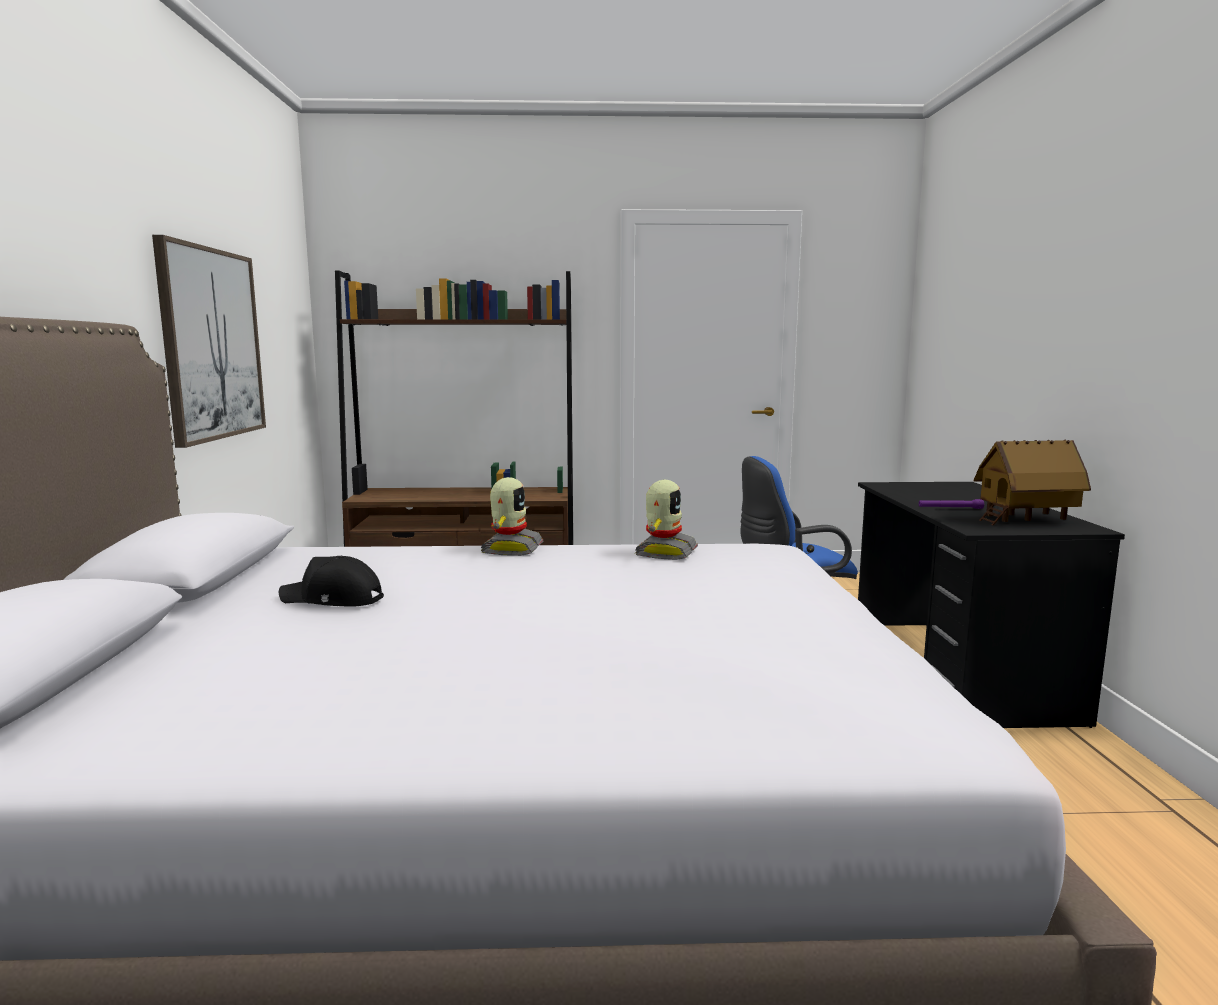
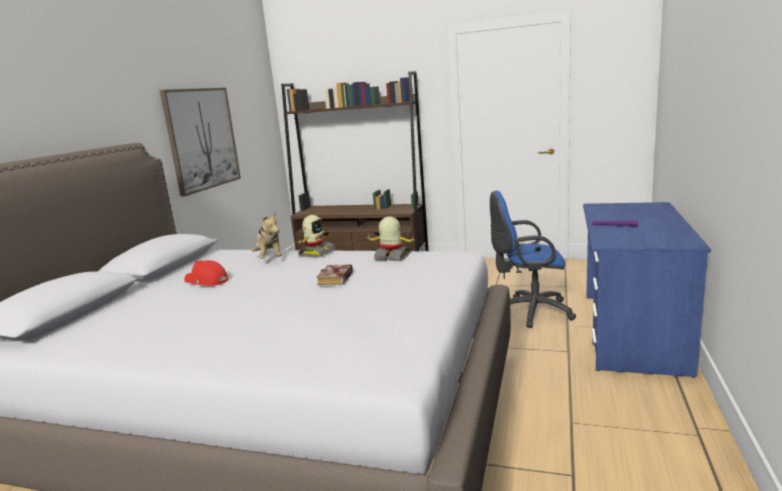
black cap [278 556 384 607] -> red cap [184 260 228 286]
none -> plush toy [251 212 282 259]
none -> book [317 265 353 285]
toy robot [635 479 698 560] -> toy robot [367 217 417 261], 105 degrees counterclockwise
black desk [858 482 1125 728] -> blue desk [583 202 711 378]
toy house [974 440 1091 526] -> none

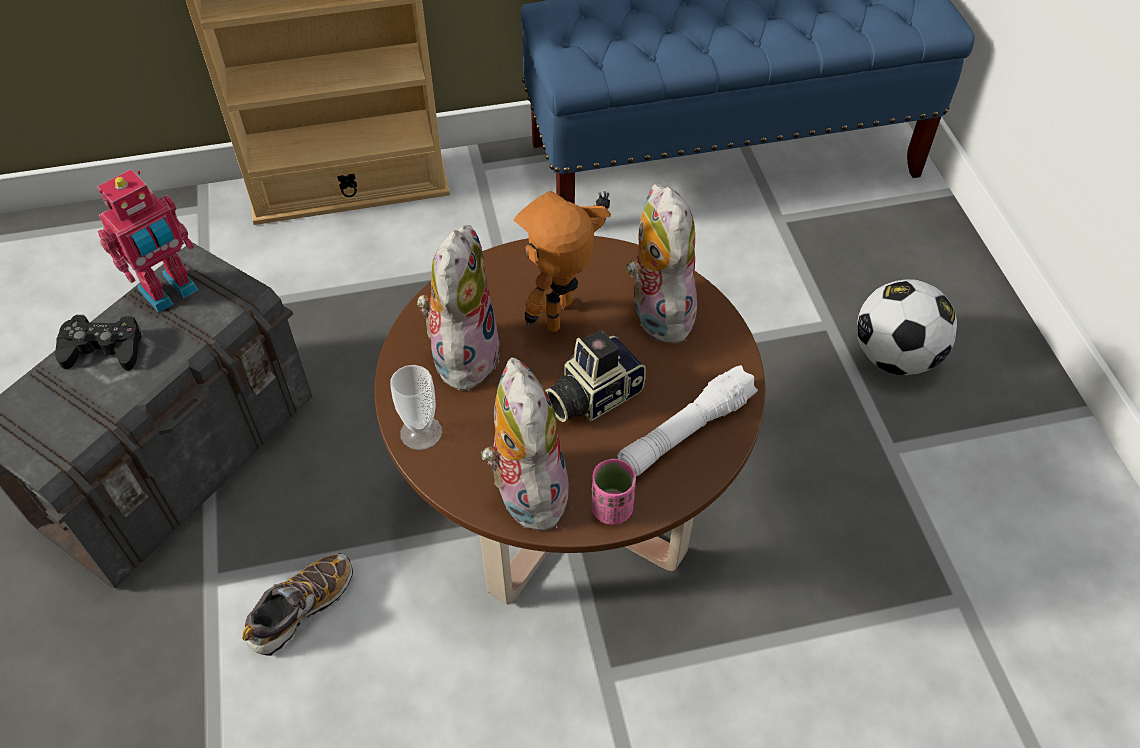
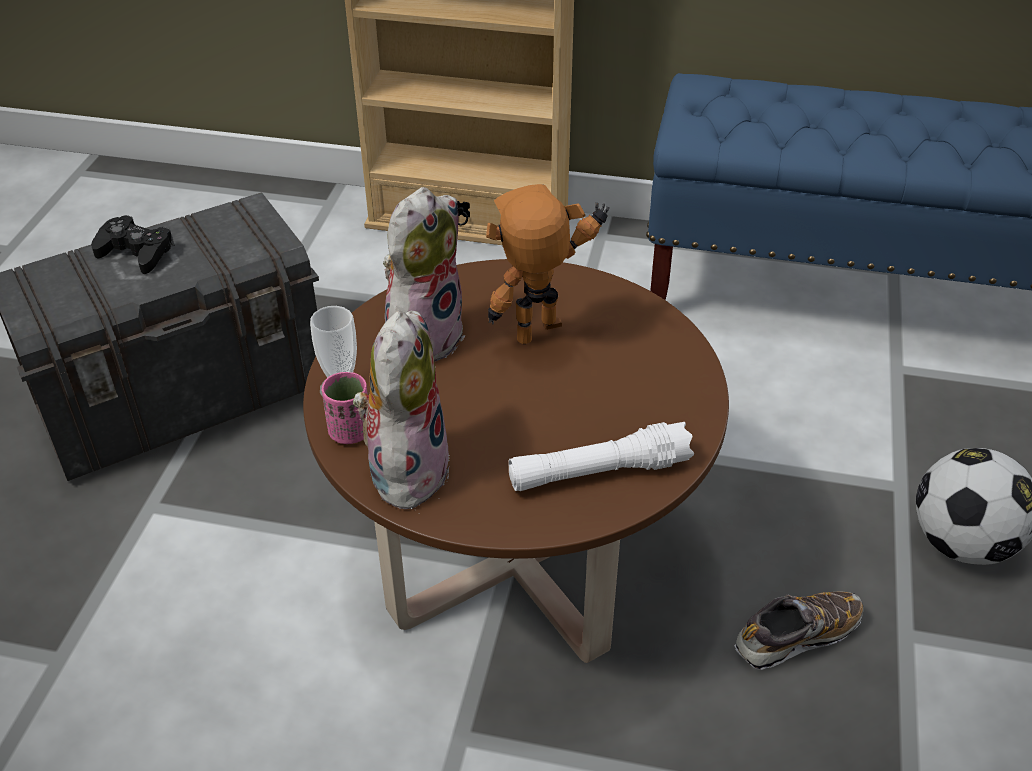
pink cup [591 459 636 525] -> pink cup [321 372 368 444], relocated
shoe [242 553 354 656] -> shoe [734 592 864 670], relocated
toy robot [97 169 198 313] -> none
photo camera [545 330 646 422] -> none
plush toy [626 184 697 344] -> none

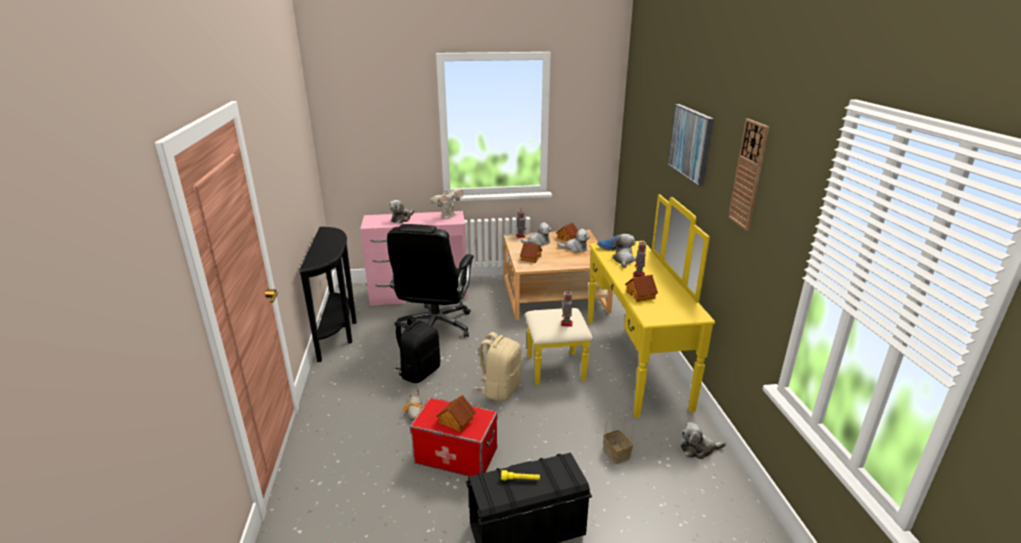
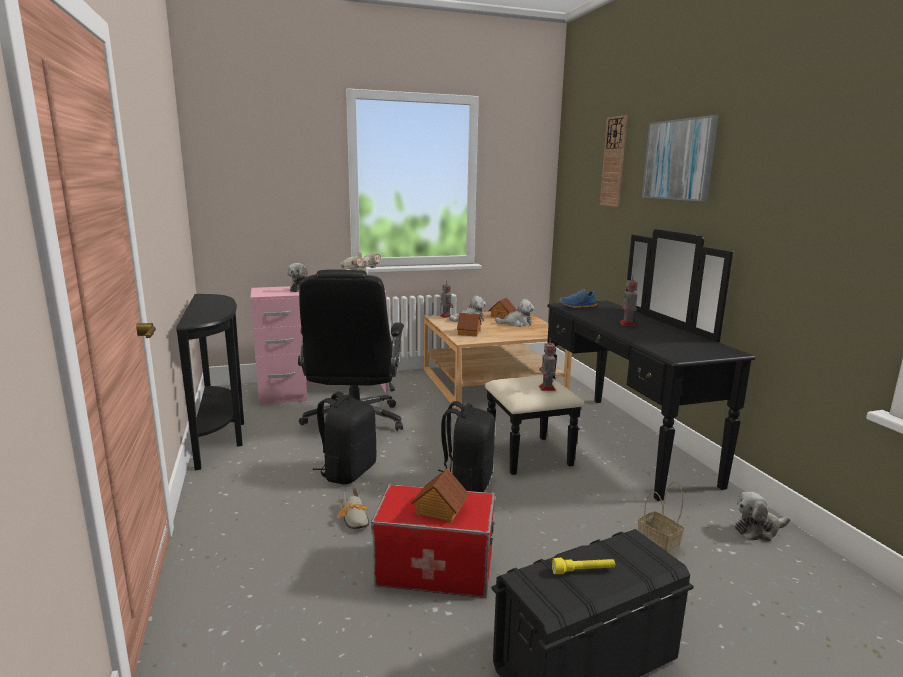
beige backpack [474 332 521 401] -> black backpack [438 401 495 492]
yellow dresser [525 194 715 418] -> black dresser [484 229 755 501]
wall clock [728 119 769 231] -> wall clock [600 115 627 207], relocated
plush toy [612 234 636 268] -> none
toy house [625 275 658 302] -> none

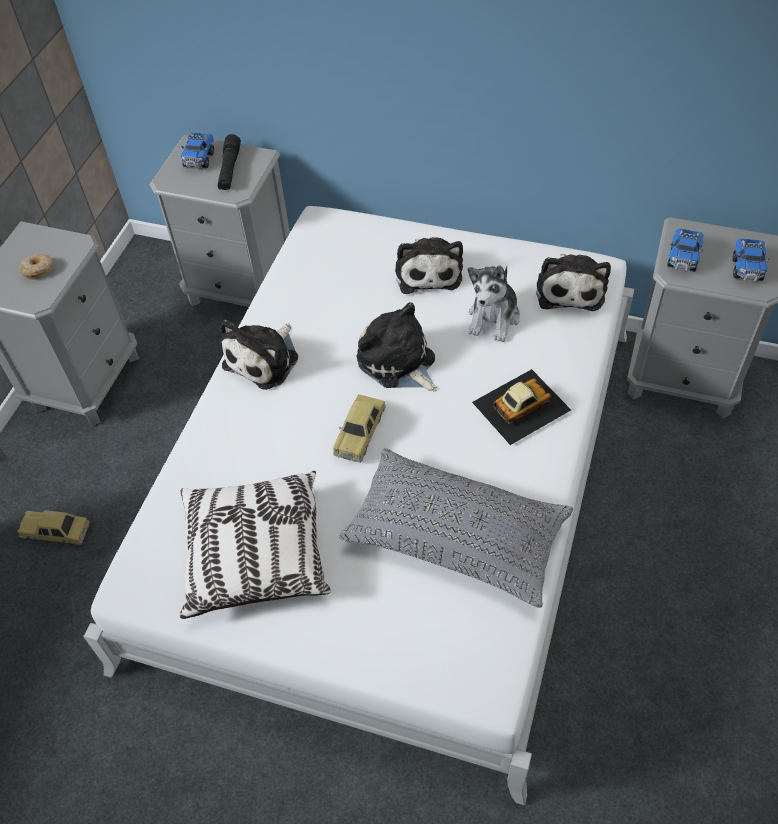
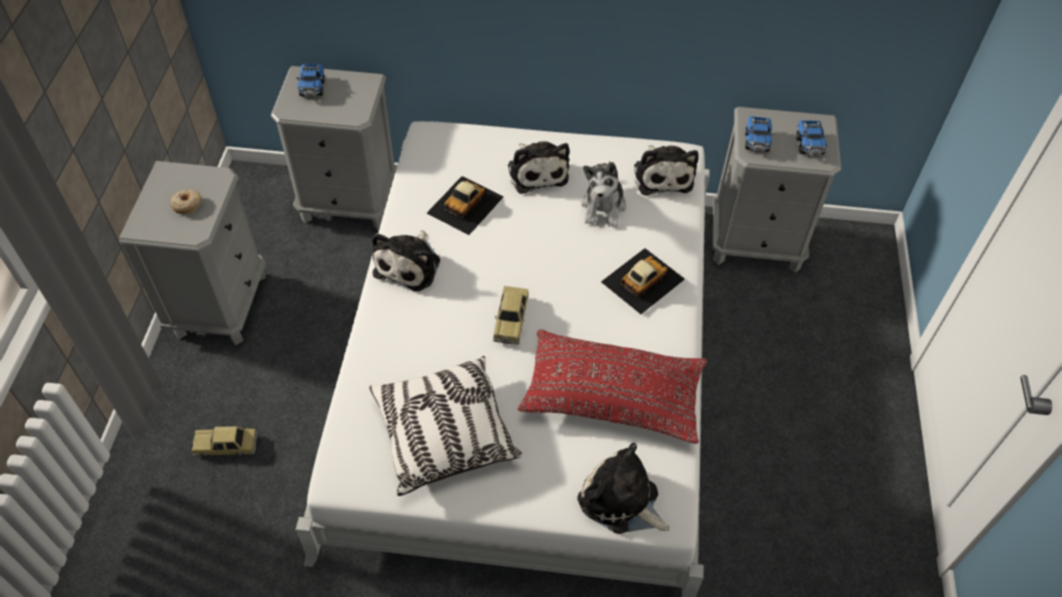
none -> toy car [427 176 504 235]
grey pillow [339 448 573 608] -> red pillow [518 329 707 444]
plush toy [356 302 438 391] -> plush toy [577 443 670 534], relocated
black flashlight [218 134 241 190] -> none

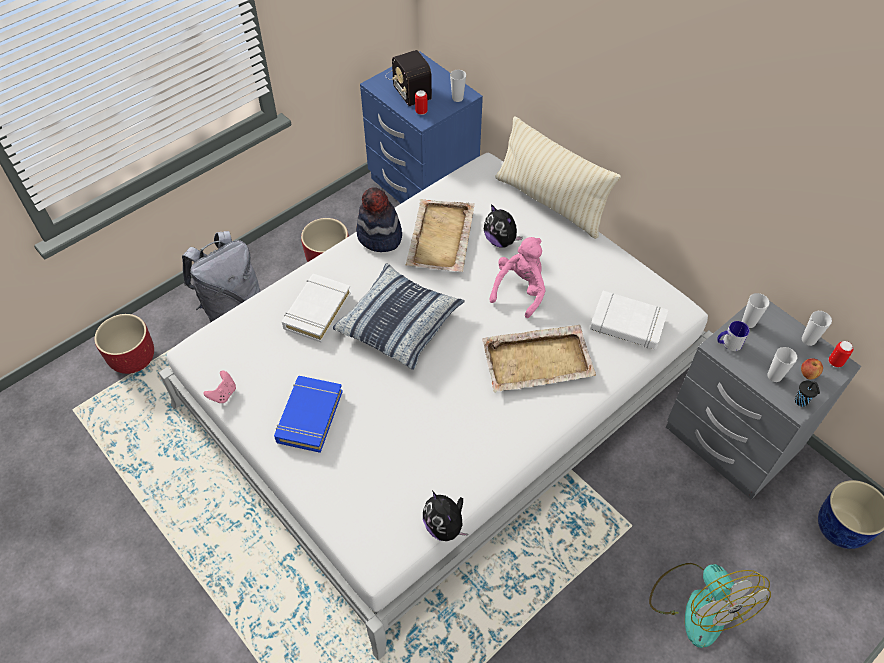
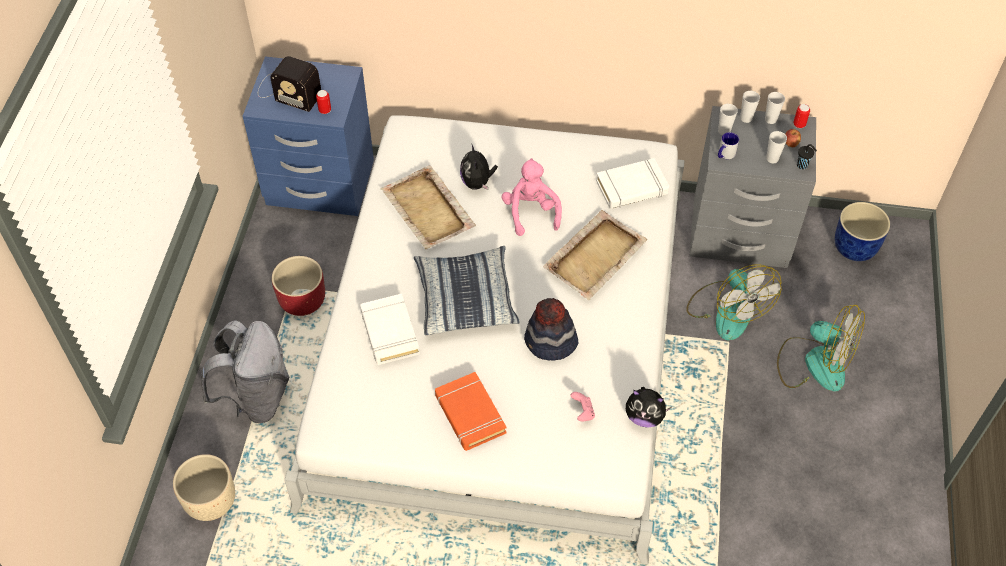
red planter [95 314 154 374] -> beige planter [173 454 235 521]
blue book [274 376 343 453] -> orange book [435 372 506 451]
plush toy [484 204 523 248] -> plush toy [460 143 498 190], 75 degrees clockwise
hat [356 187 402 252] -> hat [524 298 579 361], relocated
pink game controller [203 371 236 403] -> pink game controller [571 392 595 421], relocated
none -> fan [686 264 782 340]
cup [450 70 466 102] -> cup [740 91 760 123], relocated
beige pillow [495 116 621 239] -> none

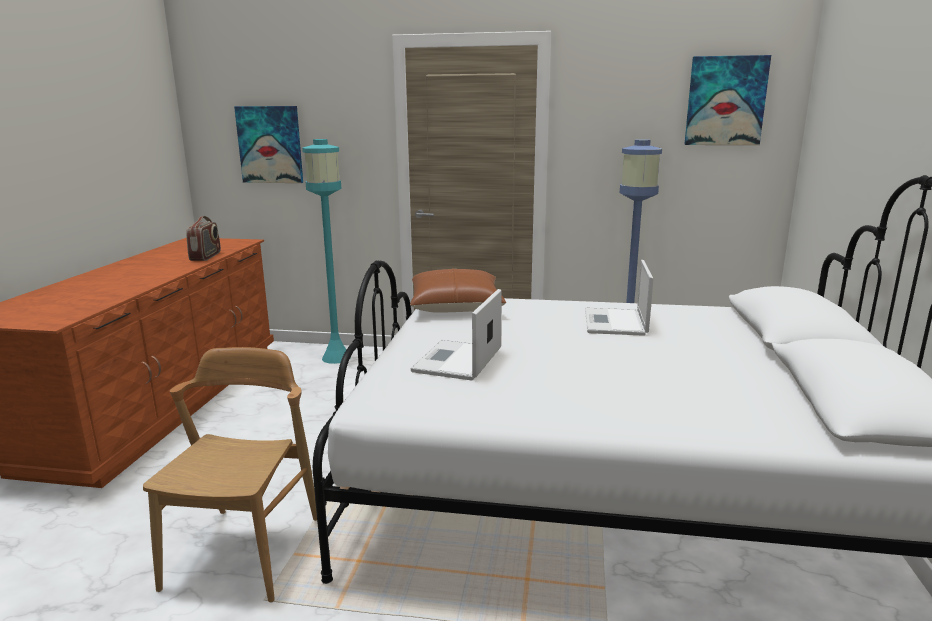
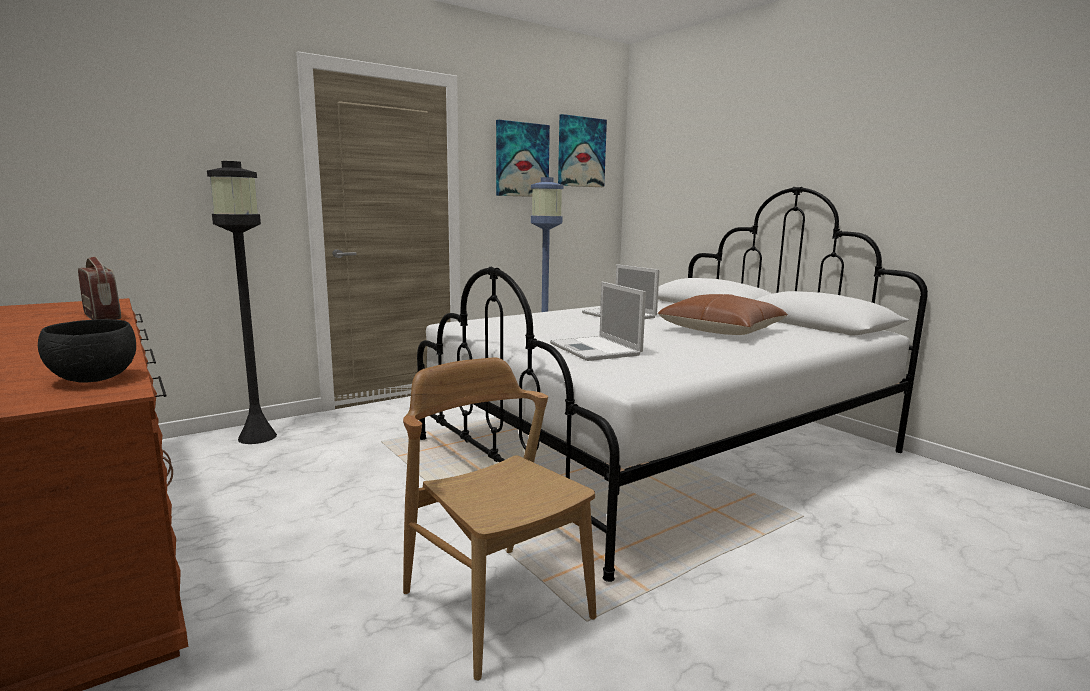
none -> black bowl [38 319 136 383]
turquoise floor lamp [302 139 351 364] -> black floor lamp [207 161 277 444]
picture [234 106 303 183] -> picture [496 120 550 197], relocated
brown pillow [410 268 506 313] -> brown pillow [658 294 788 335], relocated

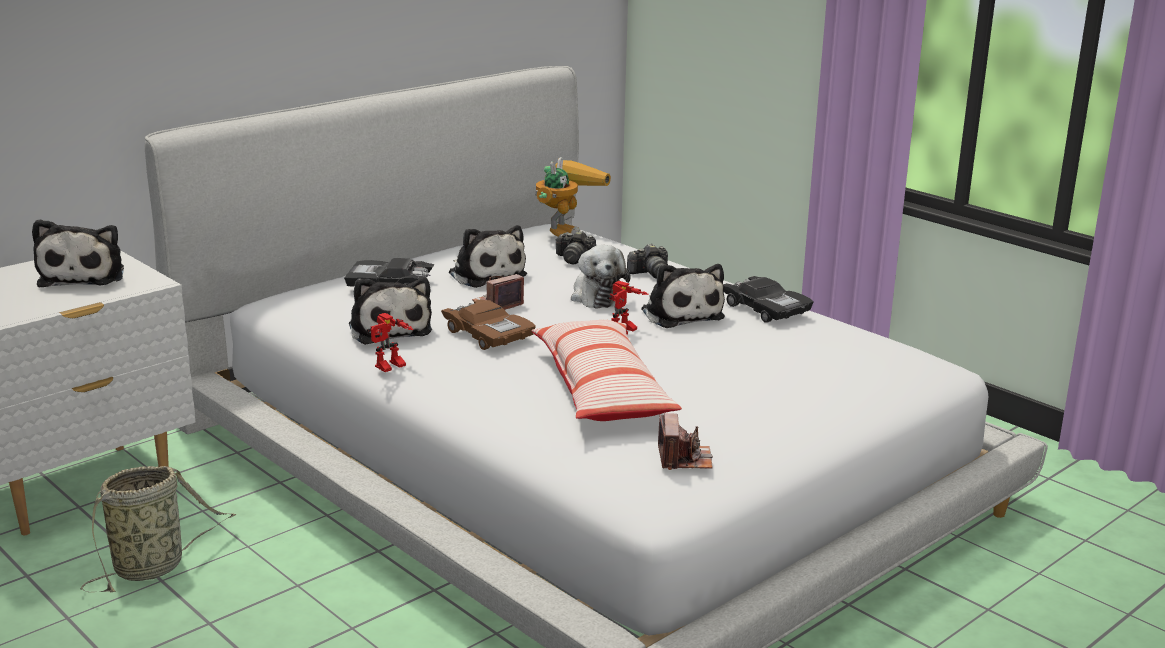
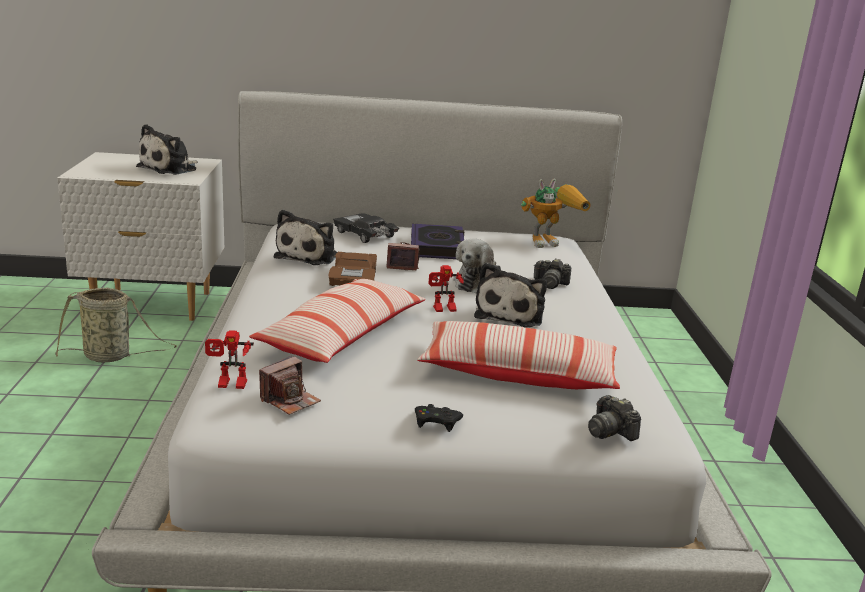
toy robot [367 313 413 372] -> toy robot [205 330 254 389], relocated
plush toy [449 225 527 288] -> book [411 224 464 259]
none -> black game controller [415 404 463 432]
none -> pillow [417 321 620 389]
photo camera [556 230 596 264] -> photo camera [588 395 641 441], relocated
black toy car [723 276 814 323] -> none

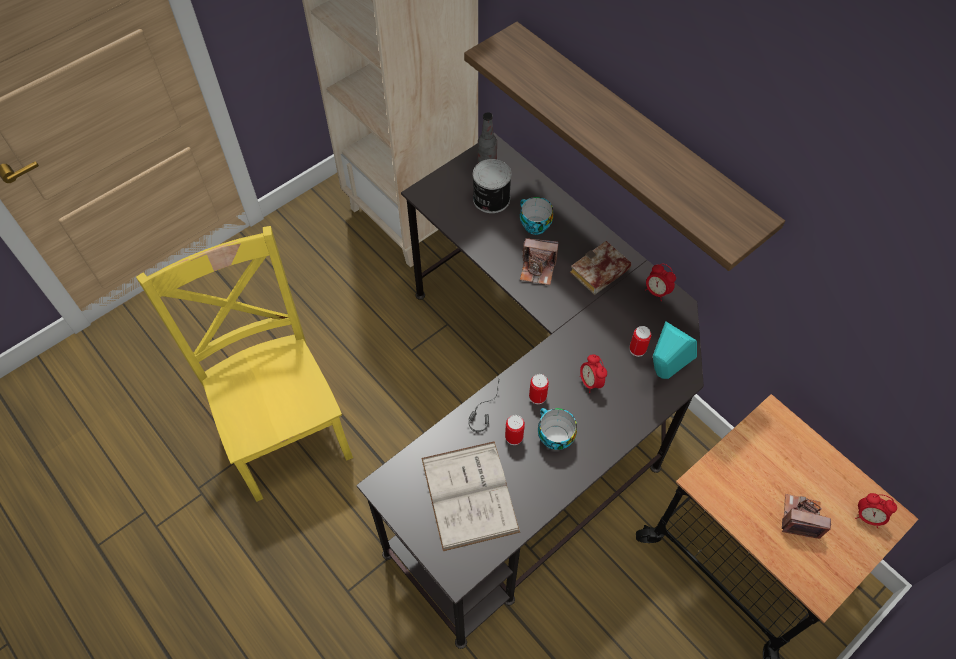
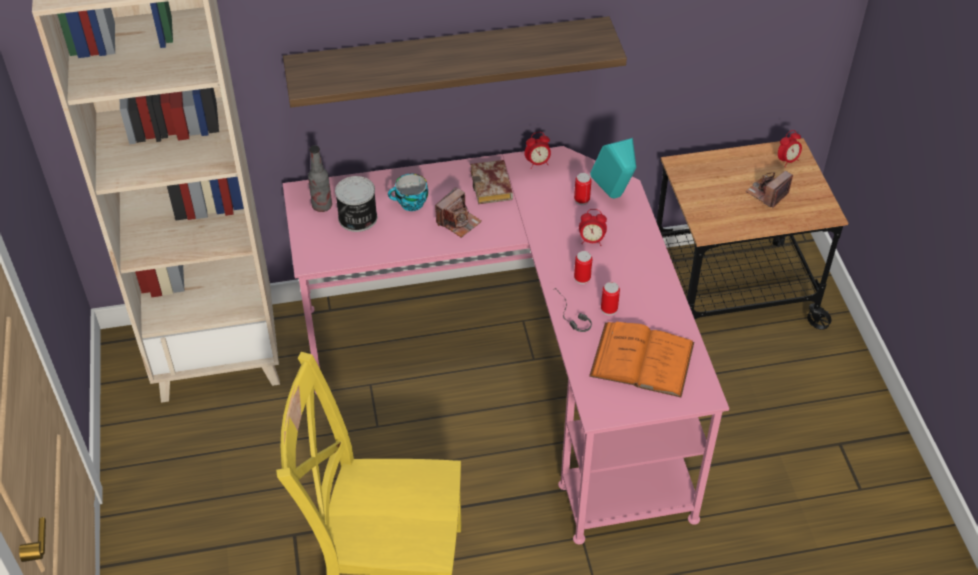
black desk [356 133 704 649] -> pink desk [283 146 729 544]
white book [421 441 520 551] -> orange book [589 321 694 397]
cup [538 408 577 450] -> none

